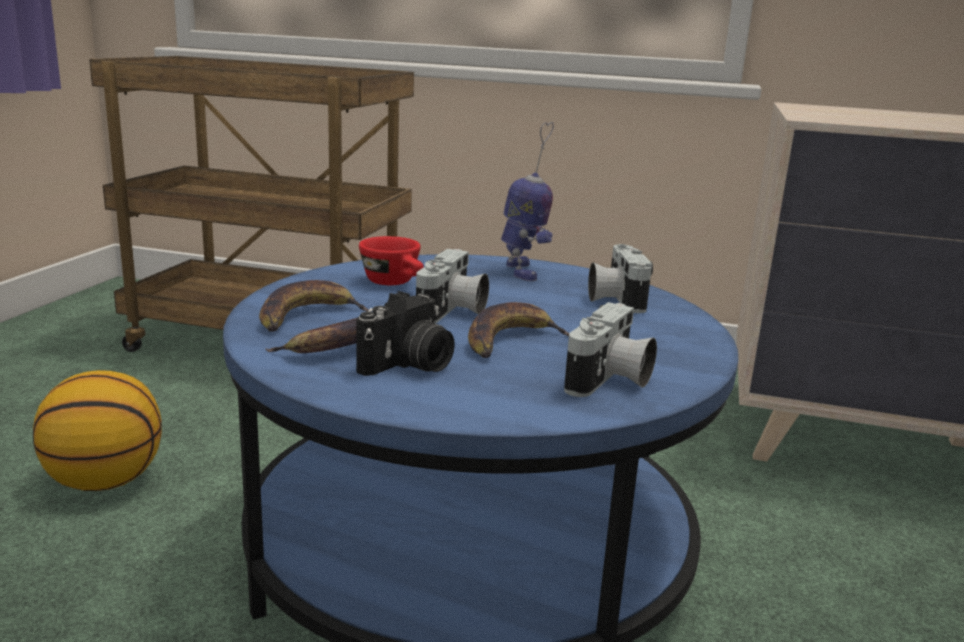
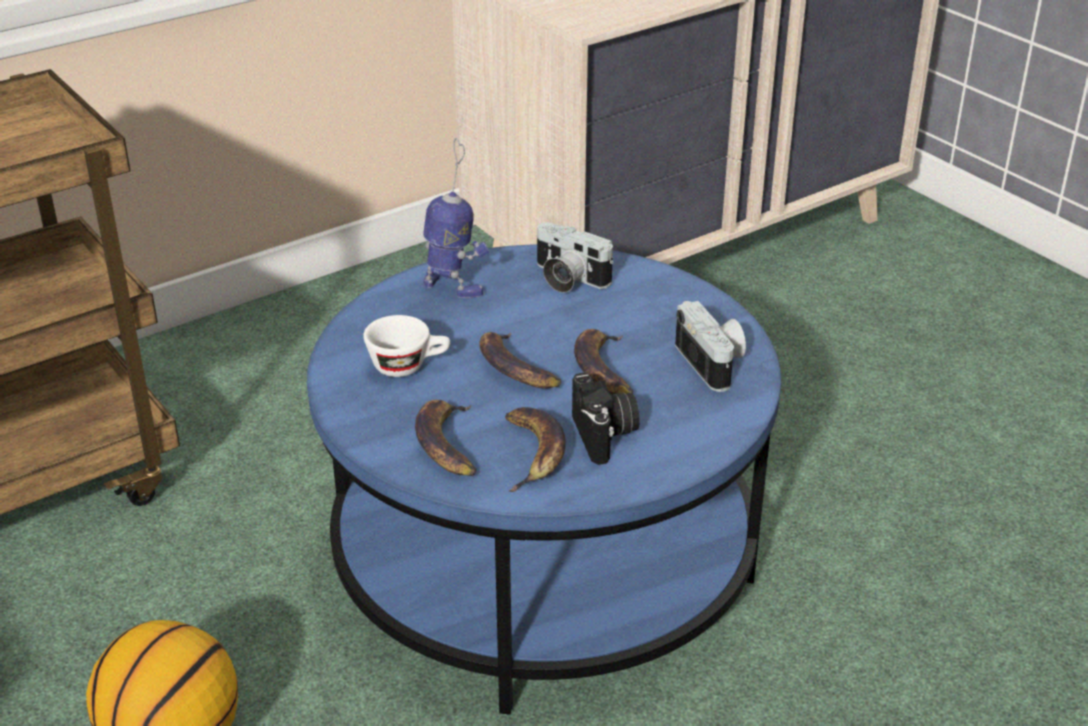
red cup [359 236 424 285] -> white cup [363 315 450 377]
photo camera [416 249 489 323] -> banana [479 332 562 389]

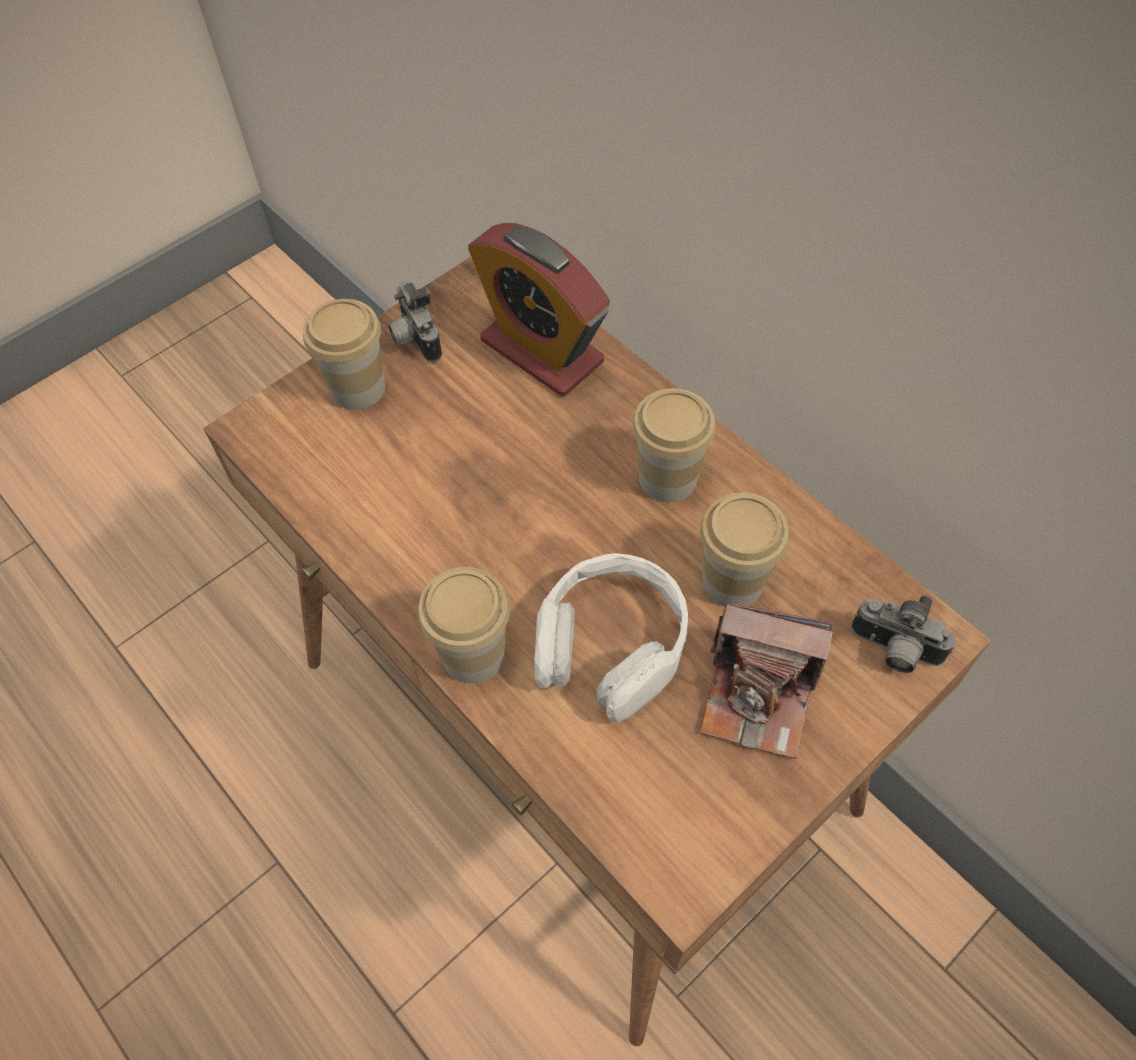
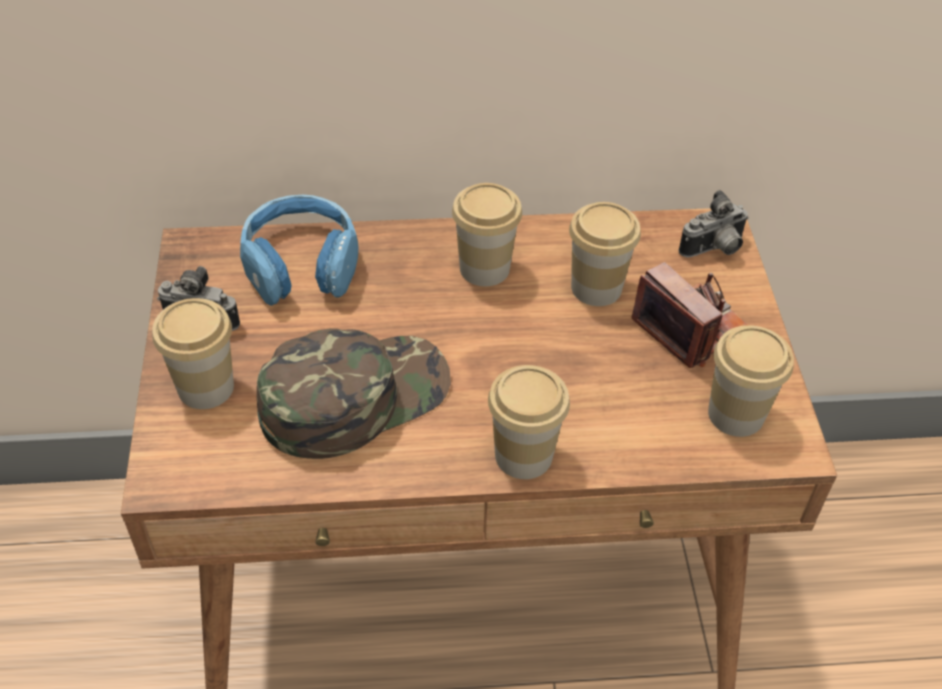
alarm clock [468 223 610 396] -> blue headphones [240 195 359 306]
none -> green cap [257 328 451 459]
photo camera [699 603 833 759] -> photo camera [631 262 748 368], 90 degrees counterclockwise
none -> cup [708 325 794 437]
white headphones [534 553 688 723] -> none

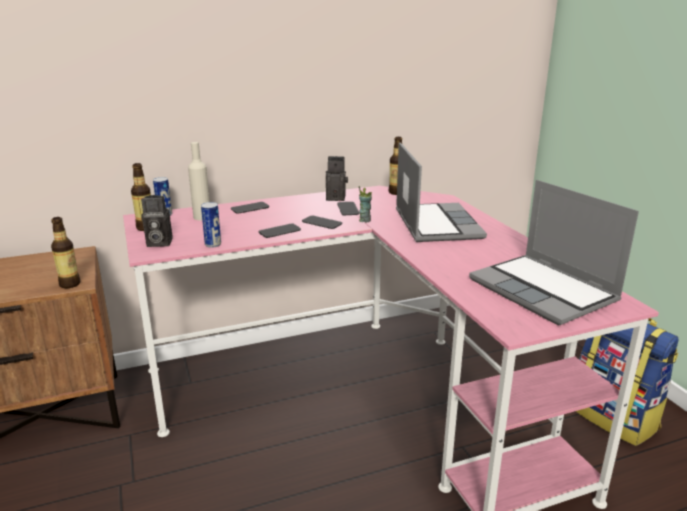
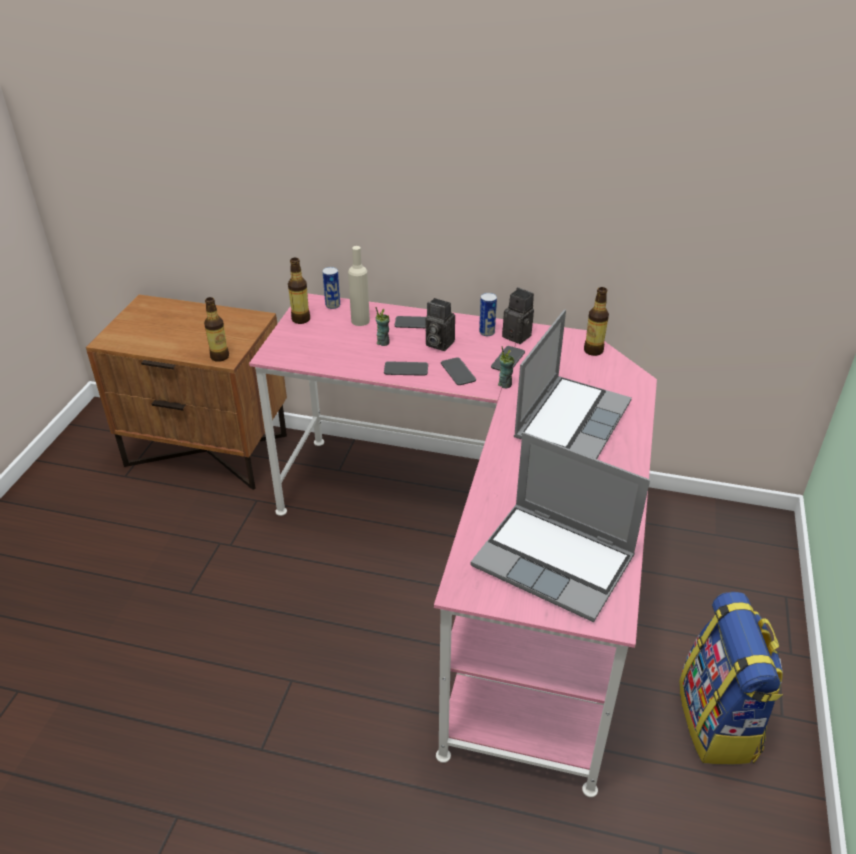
none -> cup [375 307 390 346]
photo camera [141 195 173 247] -> photo camera [425 298 455 351], relocated
laptop [469 180 639 326] -> laptop [471 432 650 622], 60 degrees counterclockwise
can [201 202 221 248] -> can [479 293 497 336], relocated

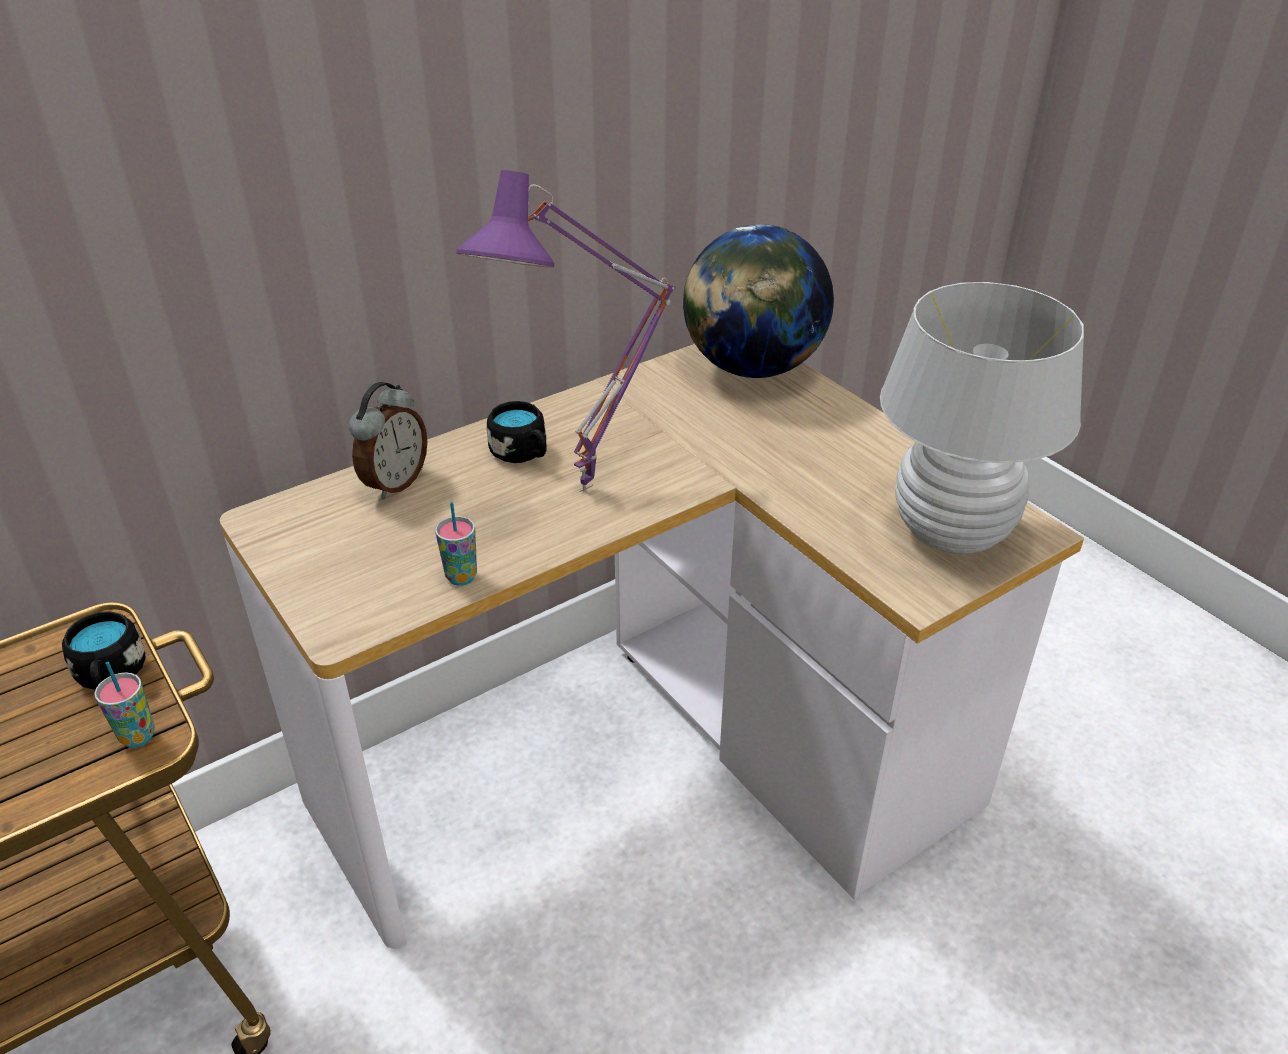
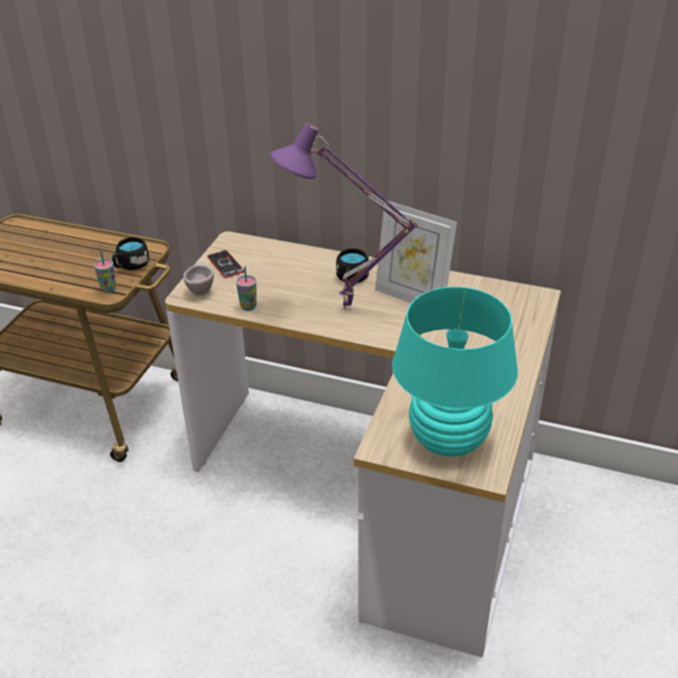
none -> beige cup [183 262 214 296]
none -> phone [207 250 244 278]
none -> picture frame [375 201 457 303]
white table lamp [880 282 1084 554] -> turquoise table lamp [392 287 518 457]
alarm clock [349 382 428 499] -> none
globe [683 224 834 378] -> none

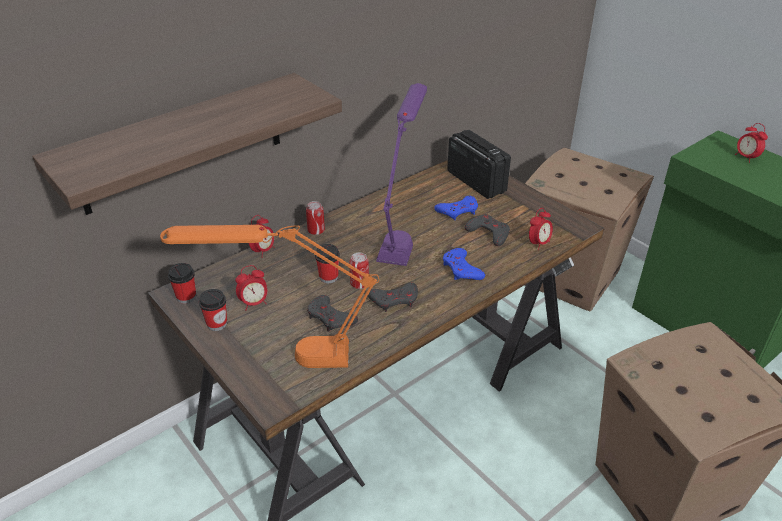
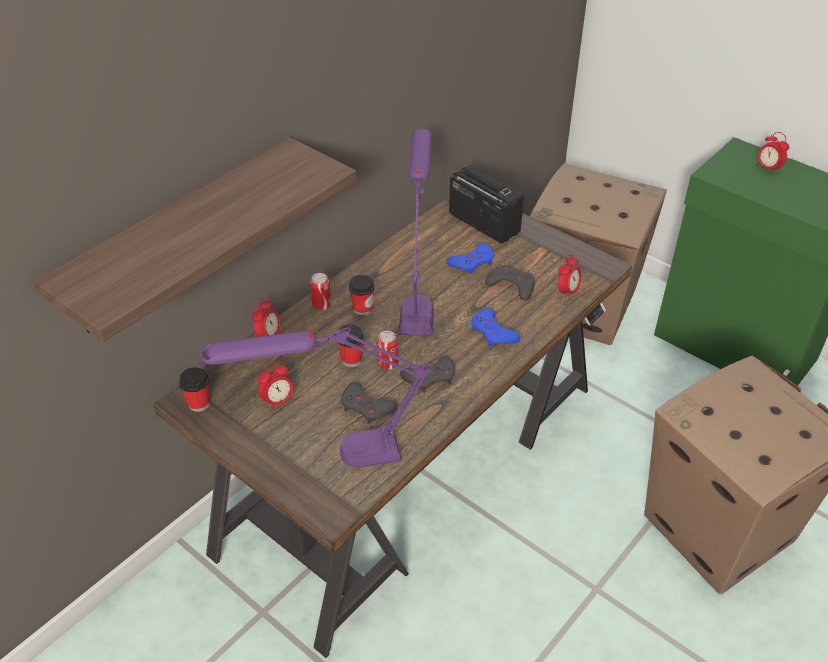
orange table lamp [160 225 379 368] -> purple table lamp [200 327 432 468]
cup [199 289 227 331] -> cup [349 275 375 316], relocated

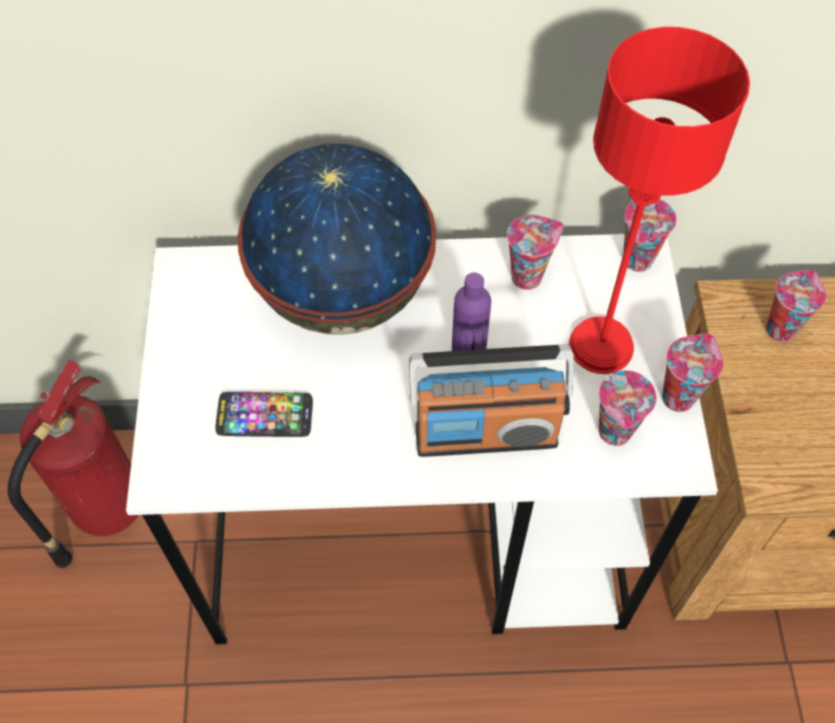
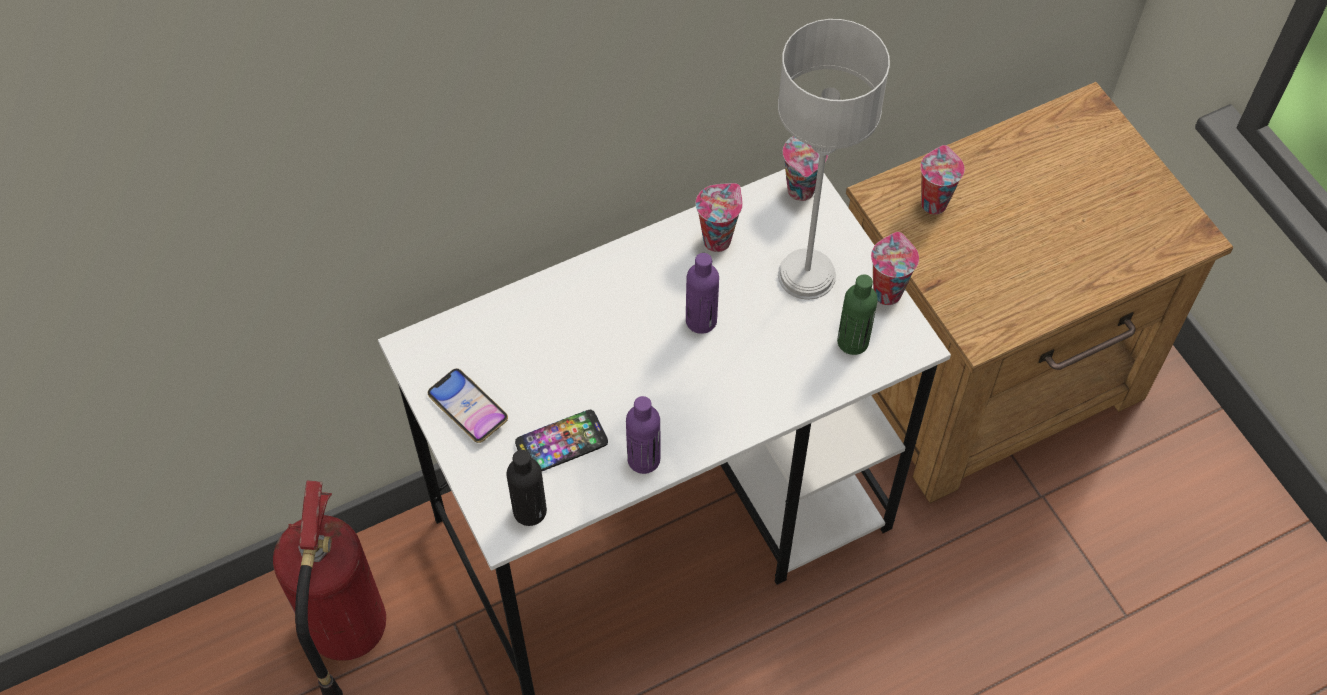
none -> phone [428 368 508 443]
none -> black bottle [507 450 547 526]
none -> purple bottle [626 396 660 474]
red table lamp [569 27 750 374] -> grey table lamp [778 19 890 300]
cup [599 370 657 446] -> green bottle [837 274 878 355]
globe [237 144 436 335] -> none
radio [409 345 574 457] -> none

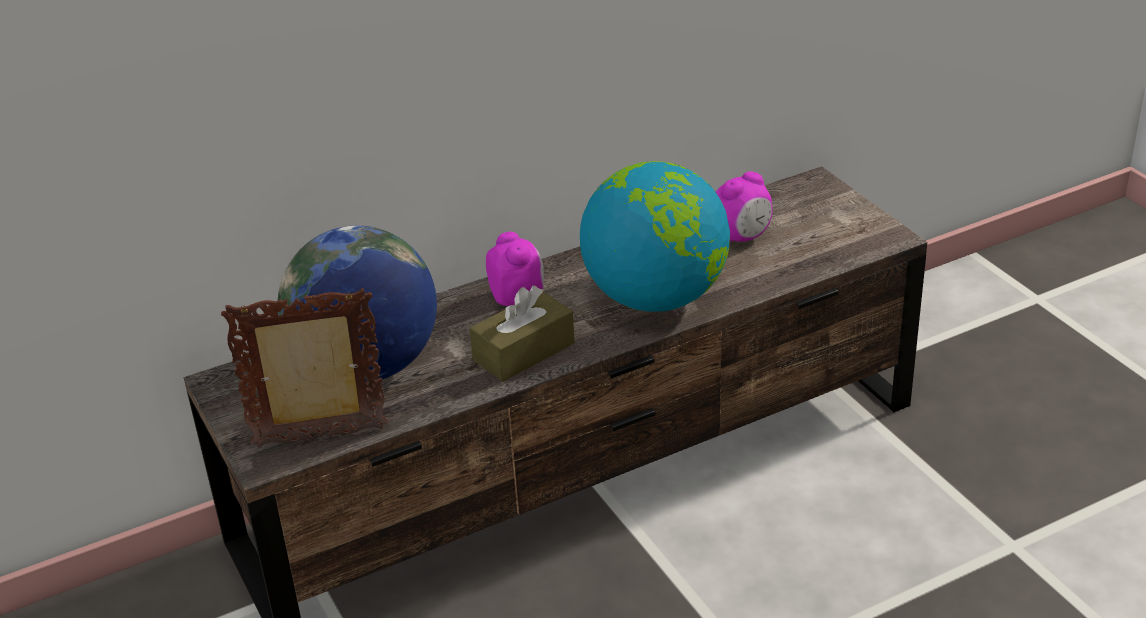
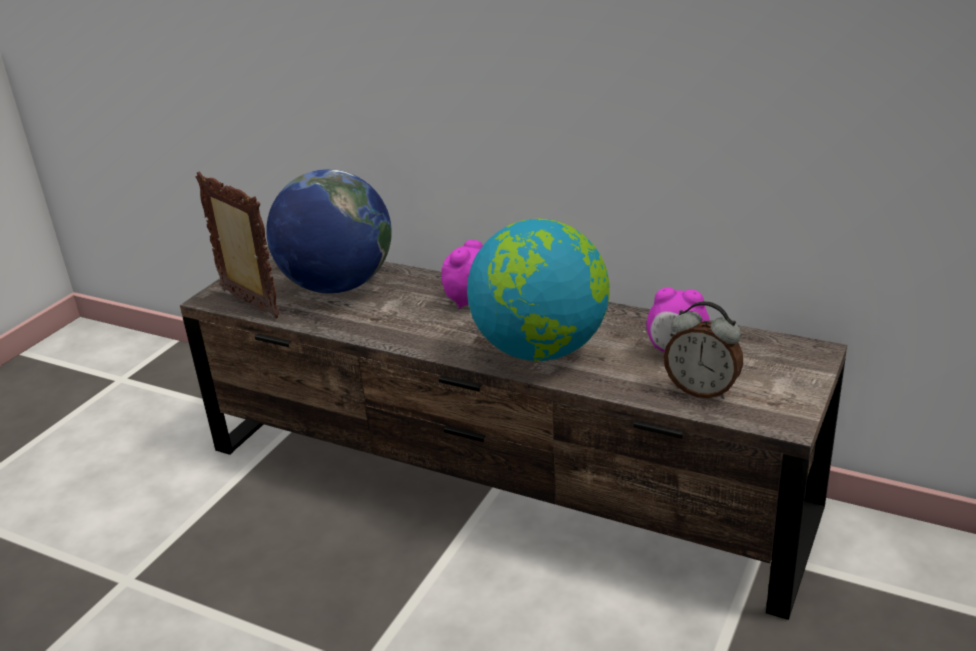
none -> alarm clock [664 301 743 399]
brown tissue box [470 286 575 382] -> none

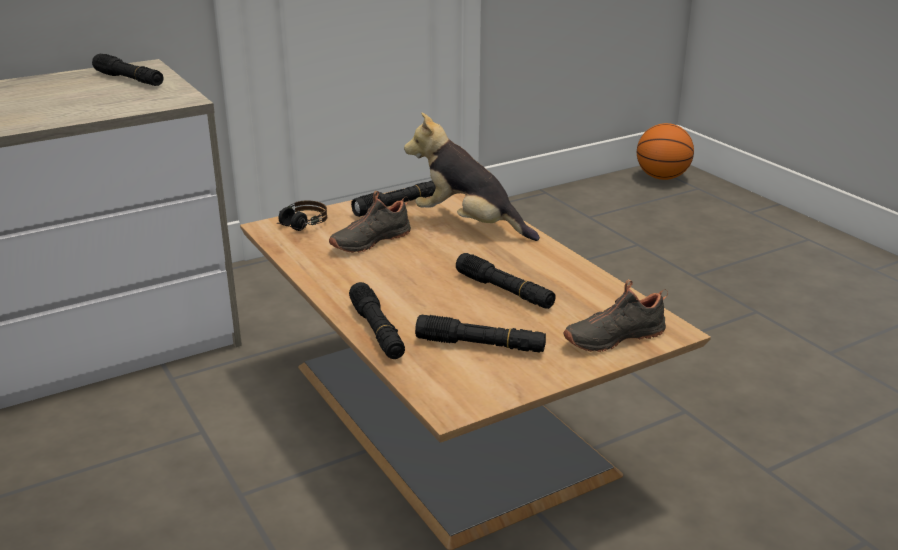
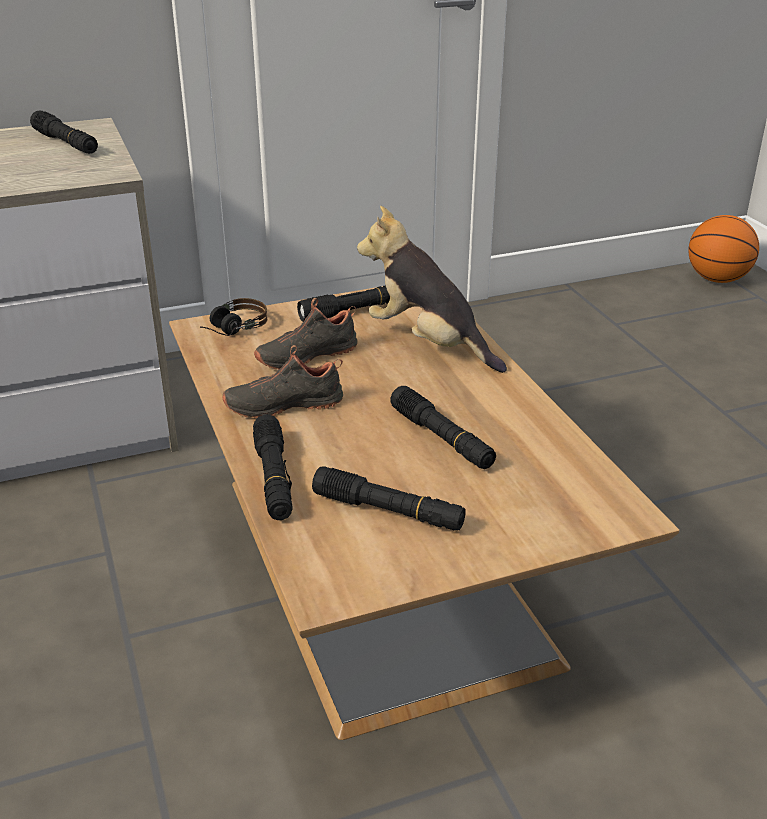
black shoe [564 279 668 352] -> black shoe [223 345 343 418], relocated

